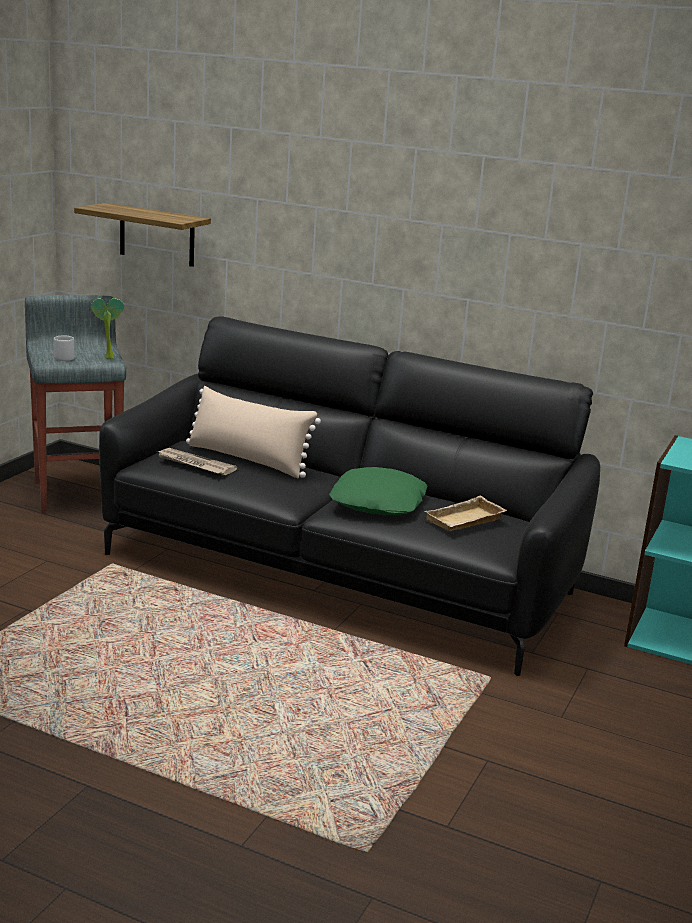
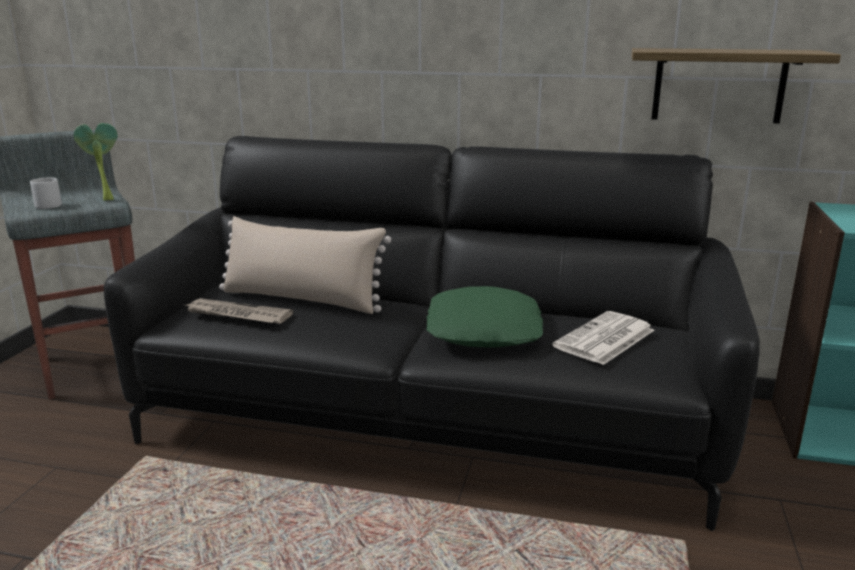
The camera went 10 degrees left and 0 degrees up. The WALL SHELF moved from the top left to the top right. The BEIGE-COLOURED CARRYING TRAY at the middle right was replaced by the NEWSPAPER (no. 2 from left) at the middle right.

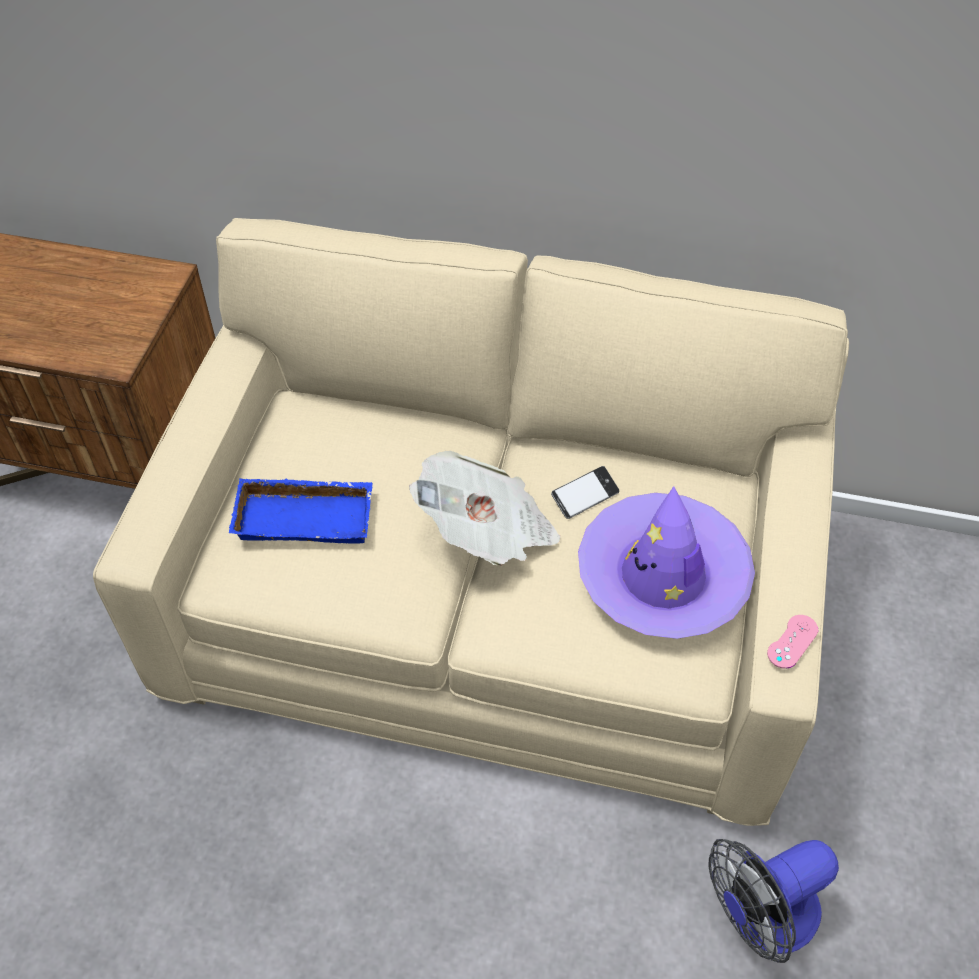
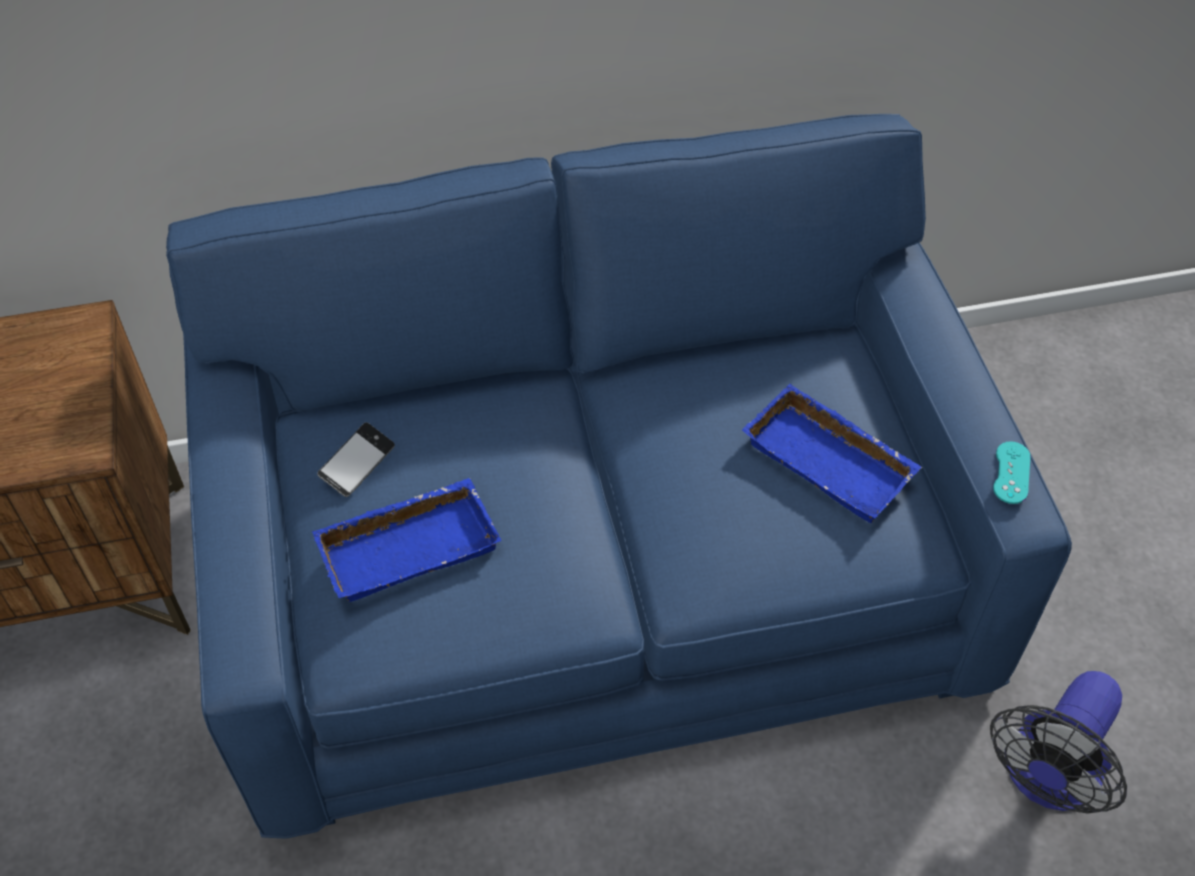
The camera went 25 degrees left and 0 degrees up. The BEIGE-COLOURED SOFA at the centre became the BLUISH SOFA at the centre. The NEWSPAPER at the centre disappeared. The TELEPHONE moved from the centre to the middle left. The PURPLE CLOTHING HAT at the middle right was replaced by the BLUISH CARRYING TRAY (no. 2 from left) at the middle right. The PINKISH JOYPAD at the middle right became the TURQUOISE JOYPAD at the middle right.

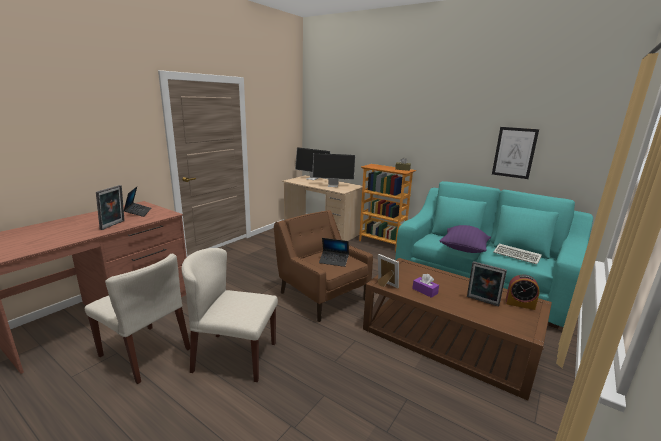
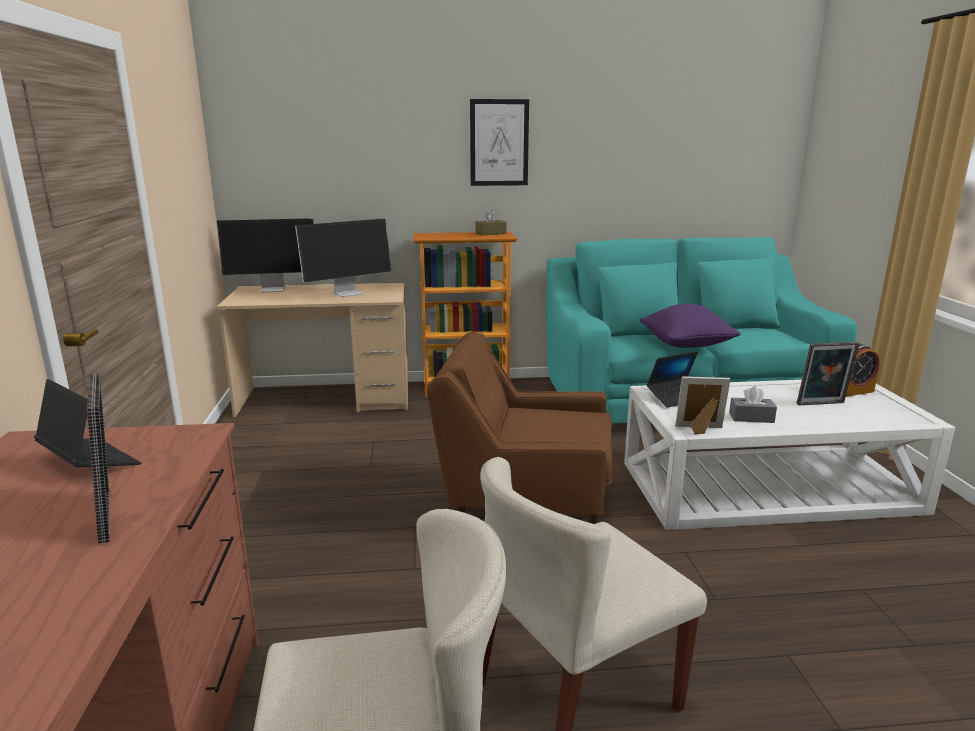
The camera went 40 degrees left and 0 degrees up. The NOTEBOOK COMPUTER (no. 2 from left) moved from the centre to the middle right. The BROWN COFFEE TABLE at the bottom right became the WHITISH COFFEE TABLE at the middle right. The PURPLE TISSUE HOLDER at the centre became the GREYISH TISSUE HOLDER at the middle right. The WALL ART moved from the middle right to the top centre. The KEYBOARD at the middle right disappeared.

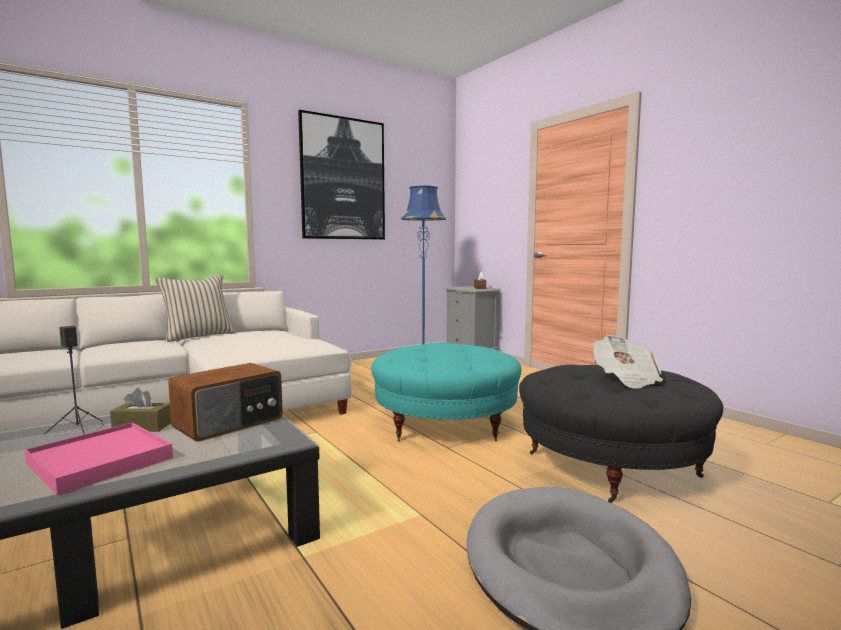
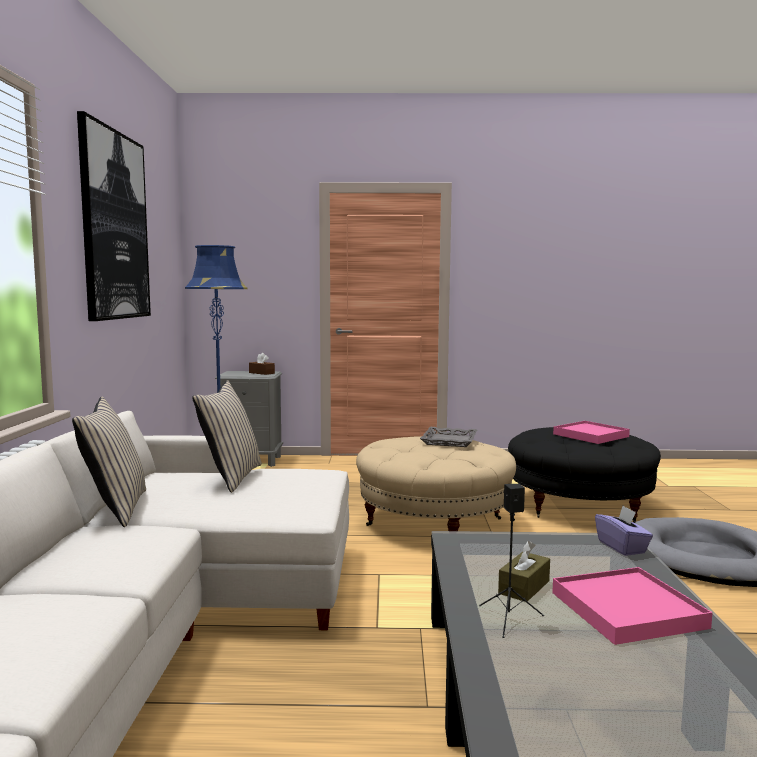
The camera went 55 degrees left and 0 degrees up. The RADIO at the middle left disappeared. The TURQUOISE OTTOMAN at the centre became the BEIGE-COLOURED OTTOMAN at the centre. The NEWSPAPER at the middle right was replaced by the PINKISH CARRYING TRAY (no. 1 from left) at the middle right. The BEIGE-COLOURED PILLOW (no. 2 from left) at the middle left appeared. The GREYISH CARRYING TRAY at the centre appeared. The PURPLE TISSUE HOLDER at the bottom right appeared.

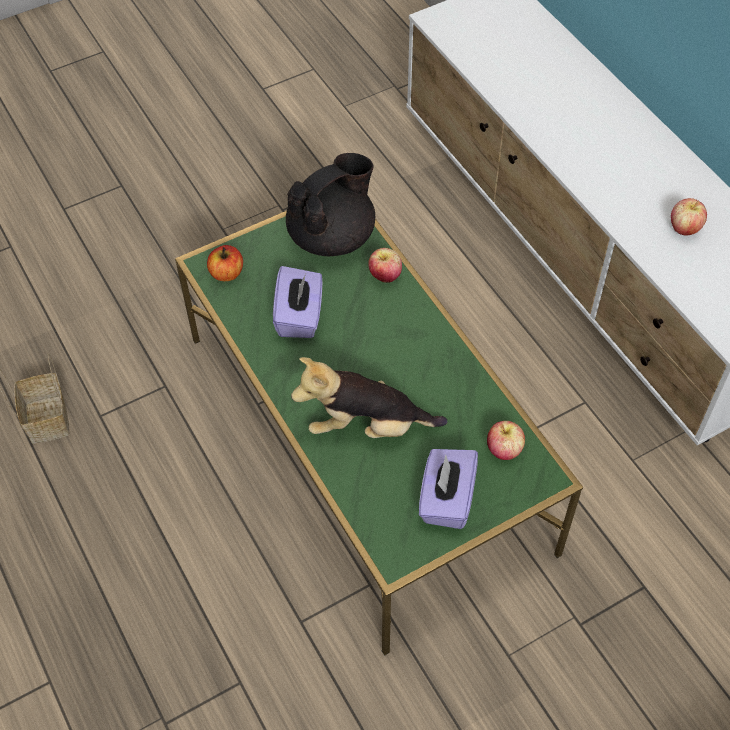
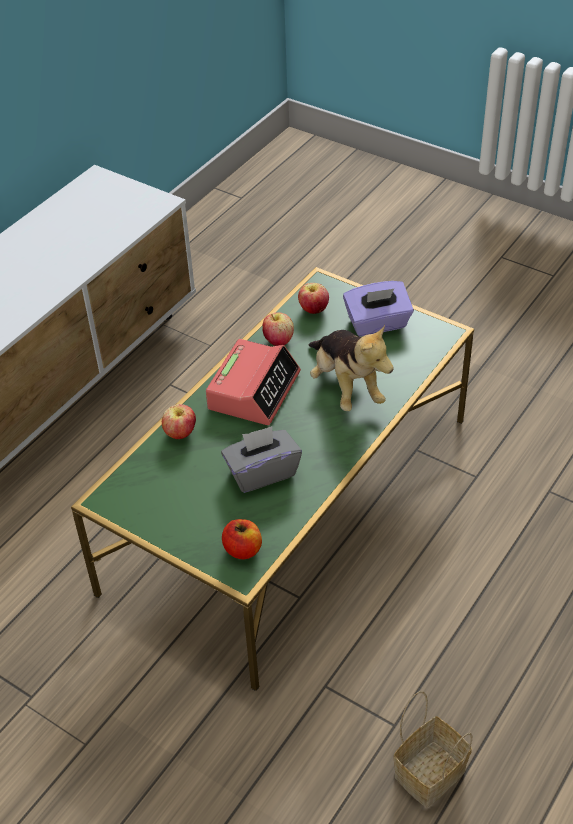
The camera went 115 degrees left and 10 degrees down. The PURPLE TISSUE HOLDER (no. 1 from left) at the centre became the GREYISH TISSUE HOLDER at the centre. The BLACKISH TEA POT at the top centre disappeared. The WHOLE APPLE (no. 4 from left in the first image) moved from the top right to the centre. The ALARM CLOCK at the centre appeared.

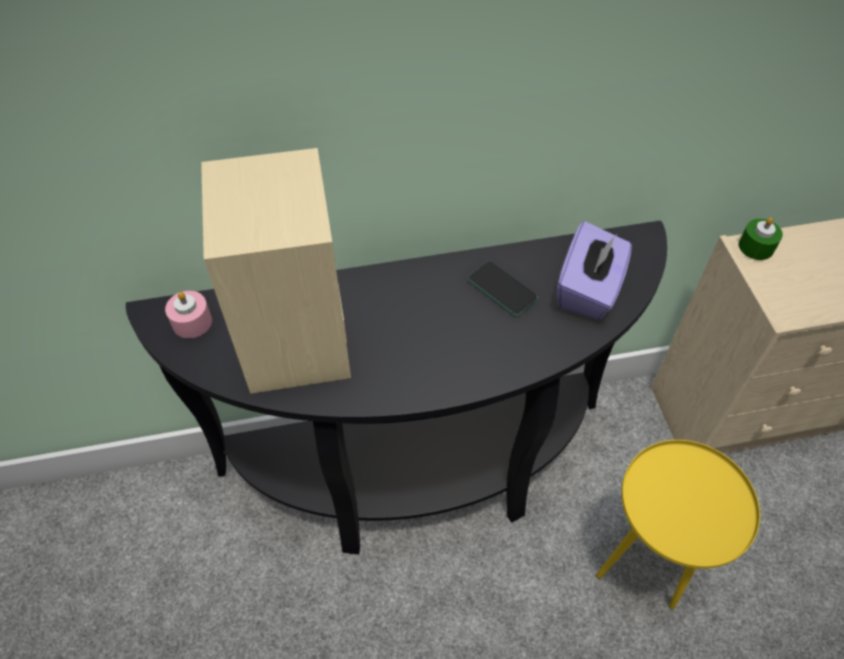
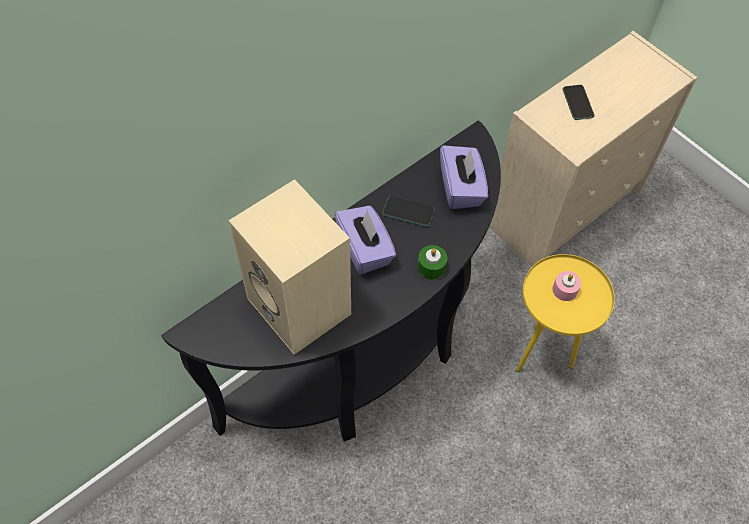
The camera went 30 degrees left and 5 degrees up. The PINKISH CANDLE moved from the middle left to the middle right. The GREENISH CANDLE moved from the middle right to the centre. The PURPLE TISSUE HOLDER (no. 1 from left) at the centre appeared. The TELEPHONE (no. 2 from left) at the top right appeared.

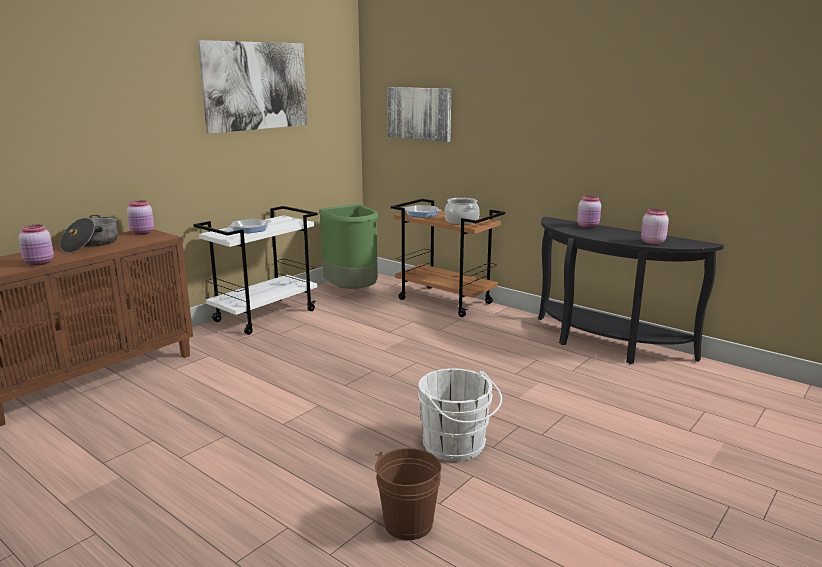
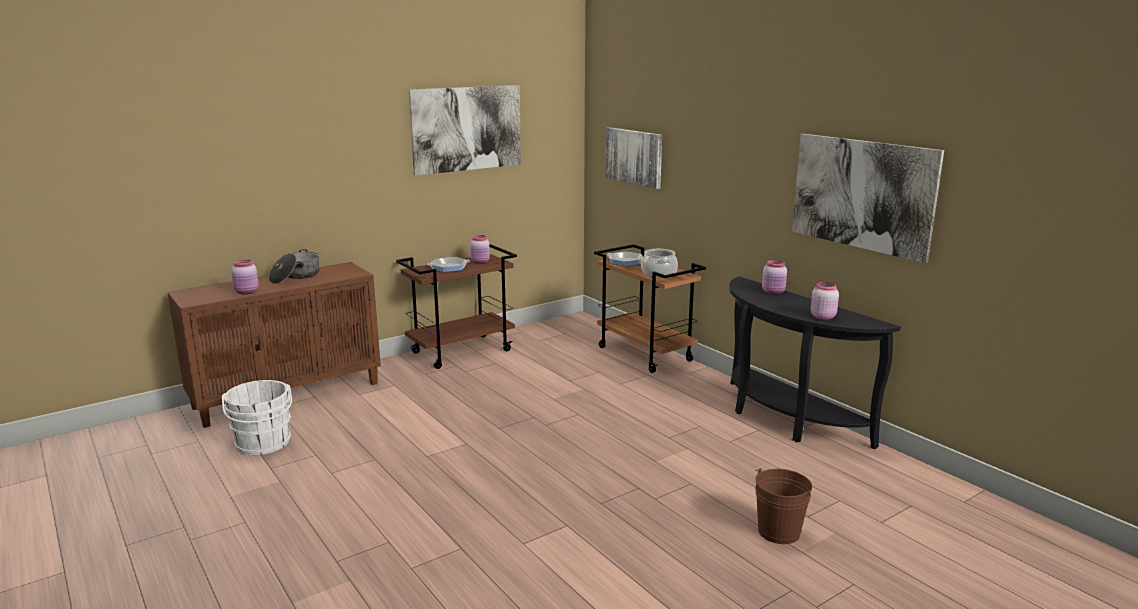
The camera went 15 degrees right and 0 degrees up. The PINKISH JAR (no. 2 from left) moved from the middle left to the centre. The WHITISH CART at the middle left became the BROWN CART (no. 1 from left) at the centre. The GREENISH RUBBISH BIN at the centre disappeared. The BROWN BUCKET moved from the bottom centre to the bottom right. The WHITISH BUCKET moved from the bottom centre to the bottom left. The WALL ART (no. 3 from left) at the top right appeared.

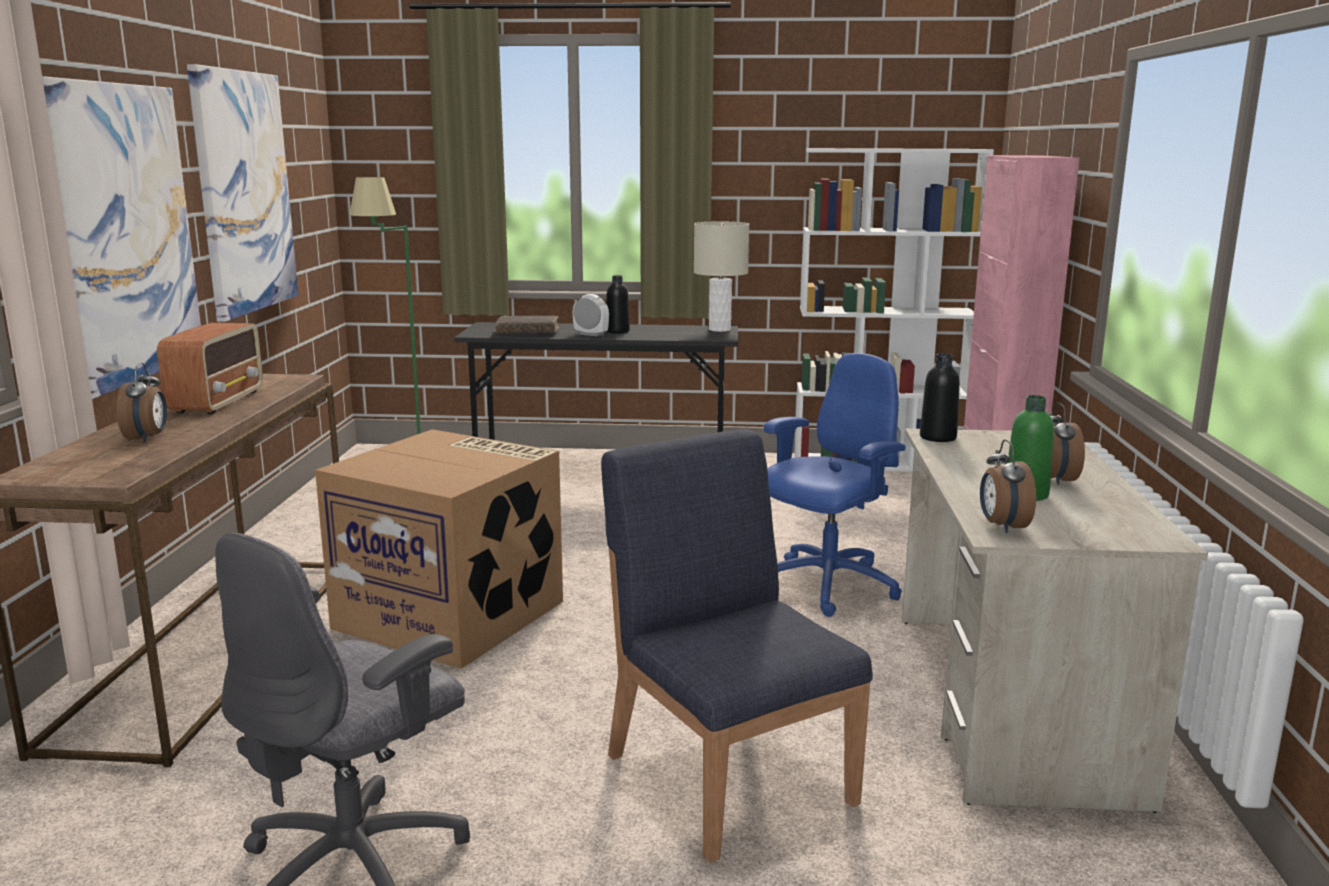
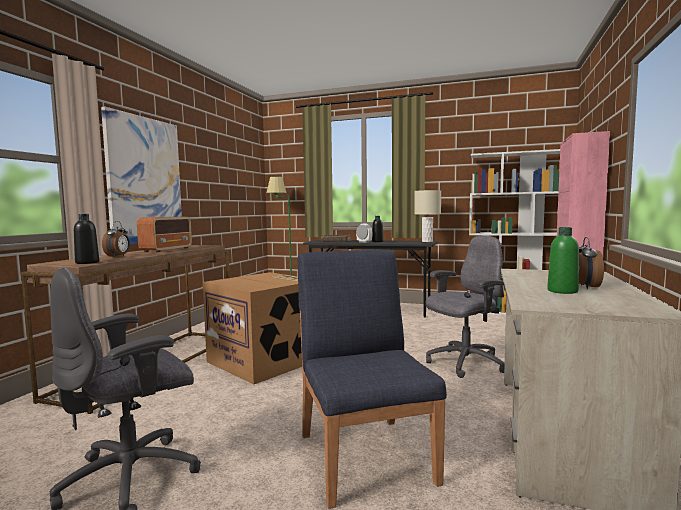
The camera went 15 degrees right and 10 degrees down. The WALL ART (no. 2 from left) at the top left disappeared. The BLUISH DESK CHAIR at the centre became the GREYISH DESK CHAIR (no. 2 from left) at the middle right. The BLACKISH BEVERAGE BOTTLE (no. 2 from left in the first image) moved from the middle right to the middle left. The ALARM CLOCK (no. 3 from left) at the middle right disappeared.

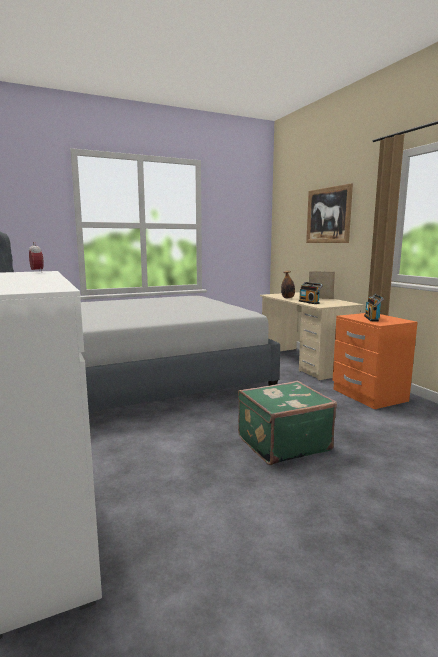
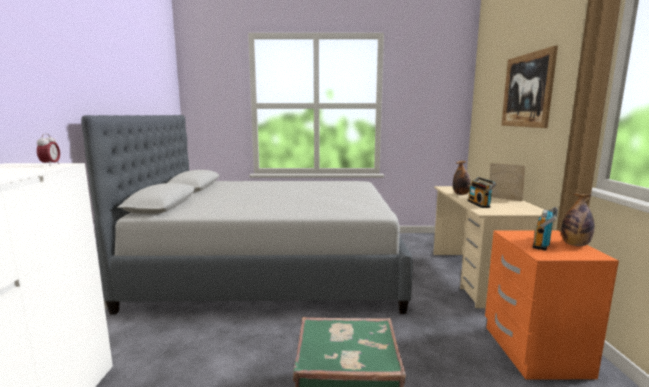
The camera went 25 degrees right and 0 degrees up. The BEVERAGE BOTTLE (no. 2 from left) at the middle right appeared.

